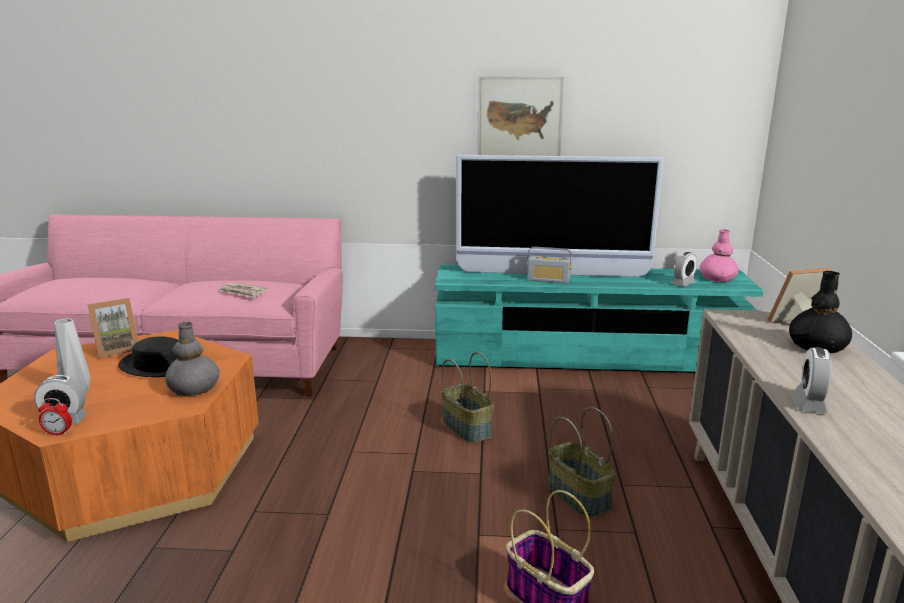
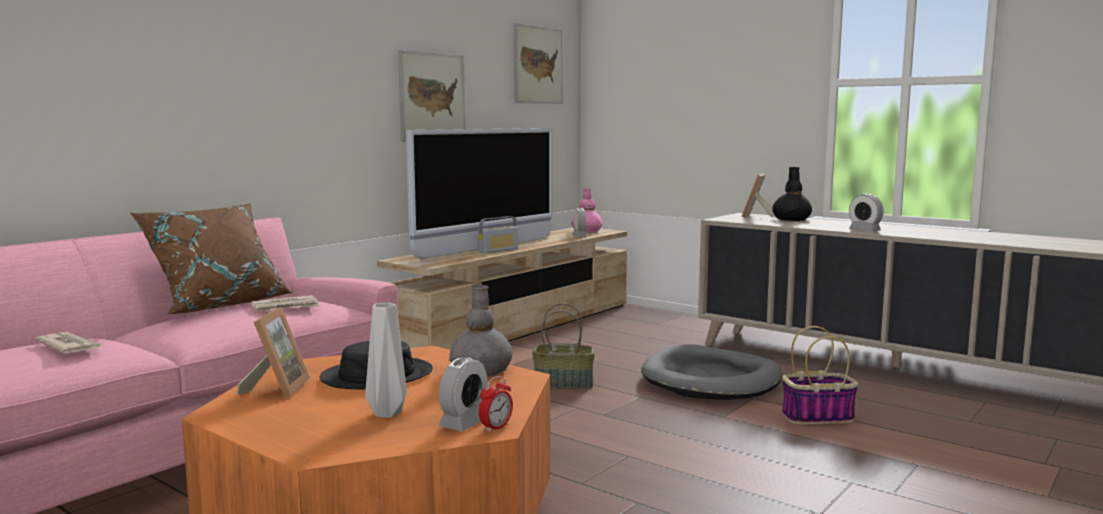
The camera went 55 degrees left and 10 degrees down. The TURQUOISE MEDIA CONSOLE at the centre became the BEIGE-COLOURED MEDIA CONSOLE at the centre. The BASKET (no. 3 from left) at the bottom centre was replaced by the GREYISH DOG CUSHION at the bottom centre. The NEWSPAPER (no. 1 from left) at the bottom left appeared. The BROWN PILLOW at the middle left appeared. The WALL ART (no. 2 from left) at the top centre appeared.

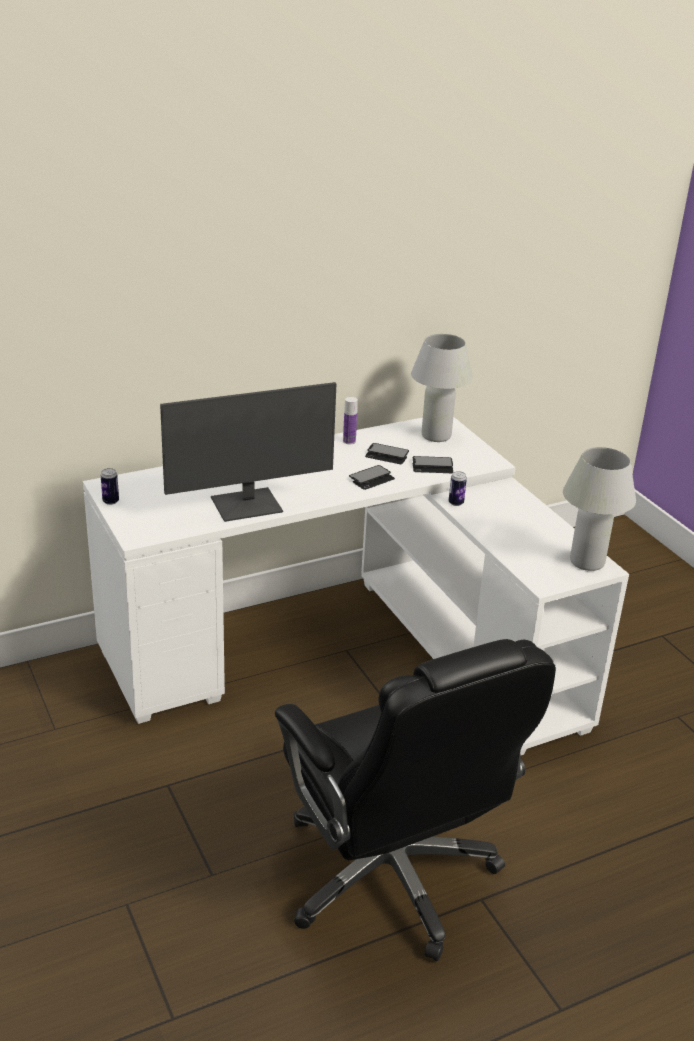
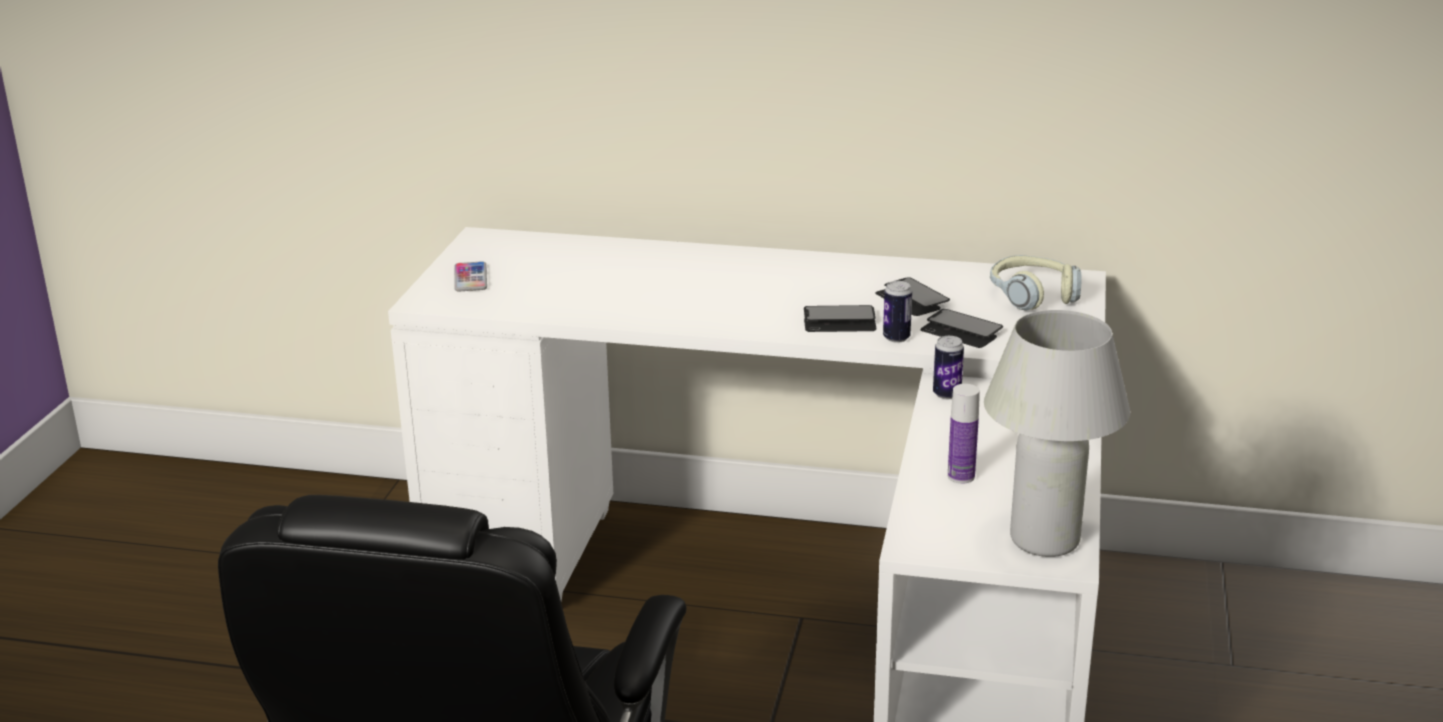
The camera went 40 degrees right and 5 degrees down. The METAL CAN (no. 1 from left) moved from the middle left to the centre. The MONITOR at the centre disappeared. The BEVERAGE BOTTLE moved from the centre to the middle right. The WHITISH TABLETOP LAMP (no. 1 from left) at the centre was replaced by the PAIR OF HEADPHONES at the middle right. The TELEPHONE (no. 1 from left) at the middle left appeared.

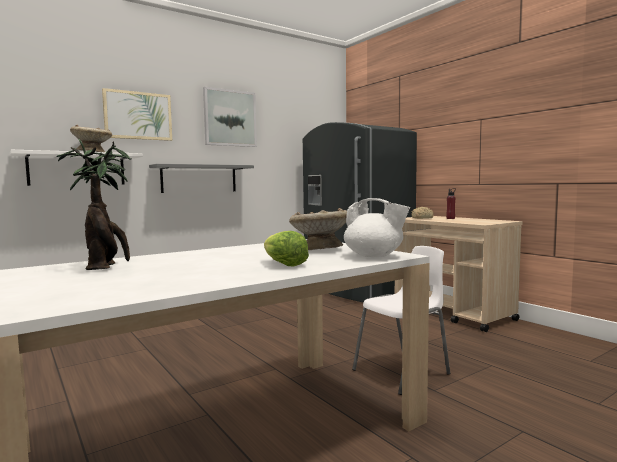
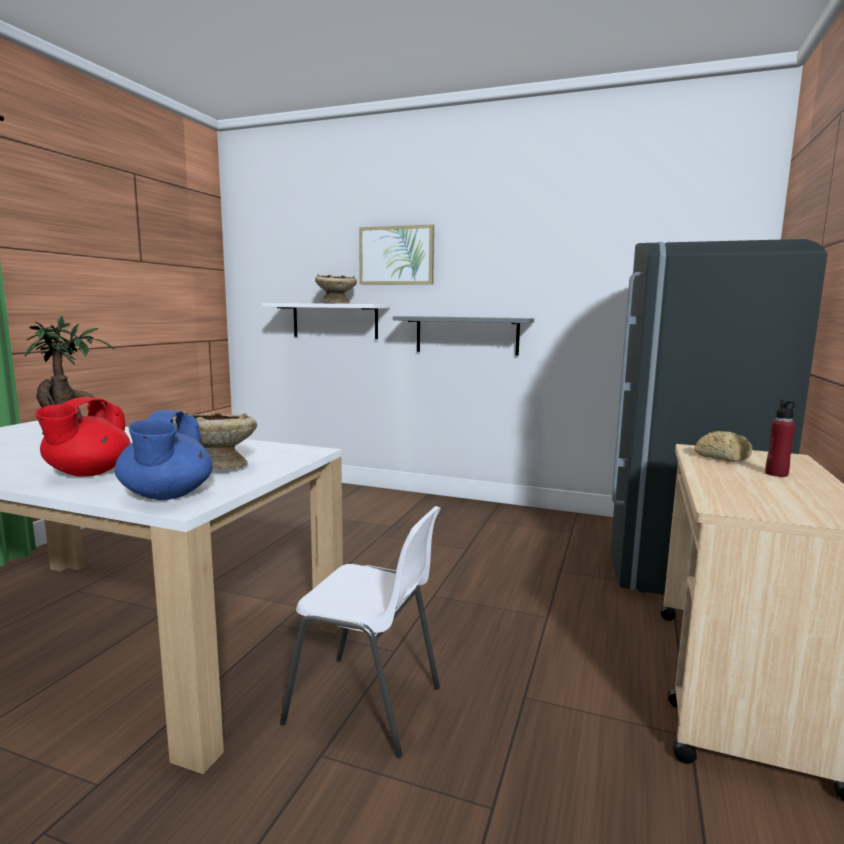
The camera went 55 degrees right and 5 degrees up. The WALL ART (no. 2 from left) at the top centre disappeared. The LETTUCE at the centre was replaced by the REDDISH TEA POT at the middle left. The WHITISH TEA POT at the centre became the BLUISH TEA POT at the middle left.

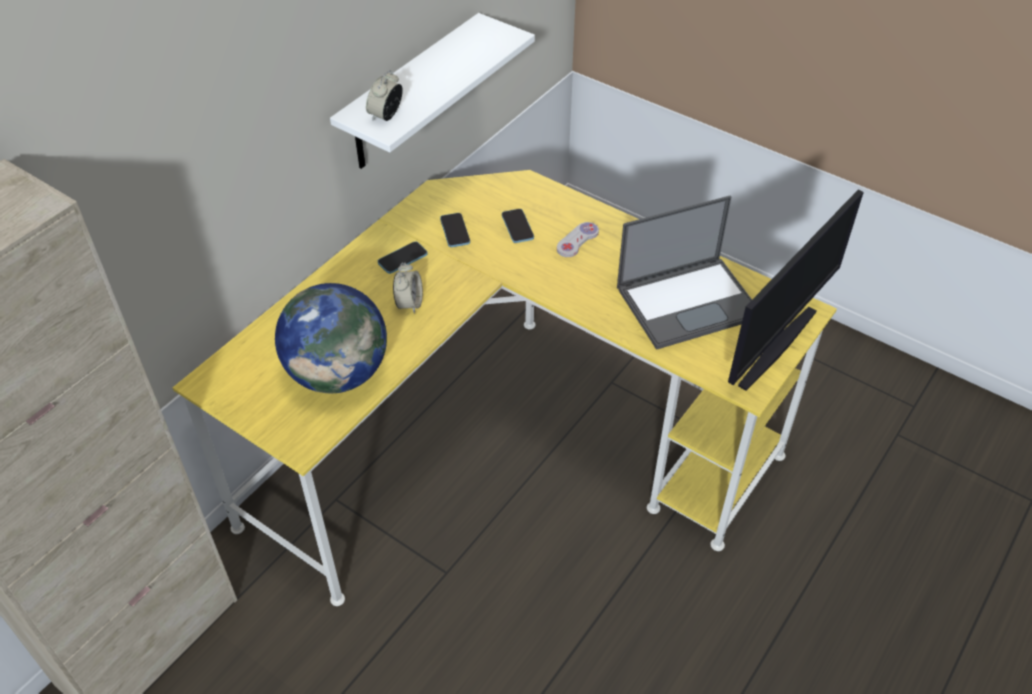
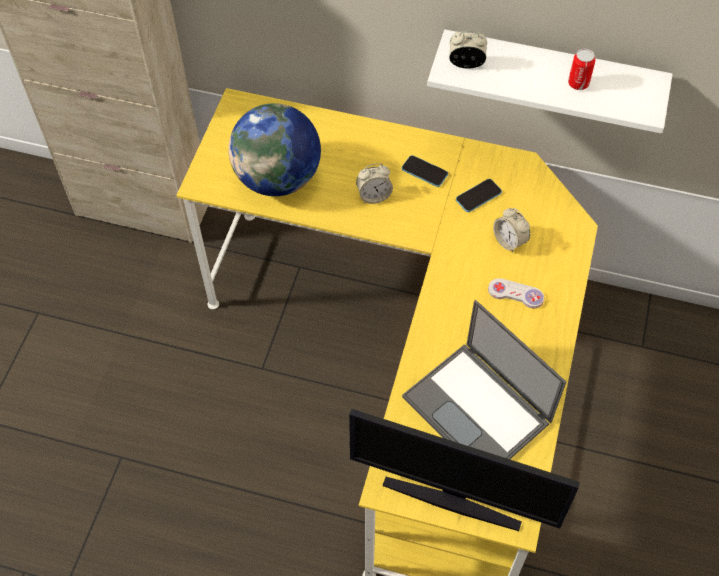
The camera went 70 degrees right and 10 degrees up. The TELEPHONE (no. 3 from left) at the top centre was replaced by the ALARM CLOCK (no. 3 from left) at the middle right. The METAL CAN at the top right appeared.

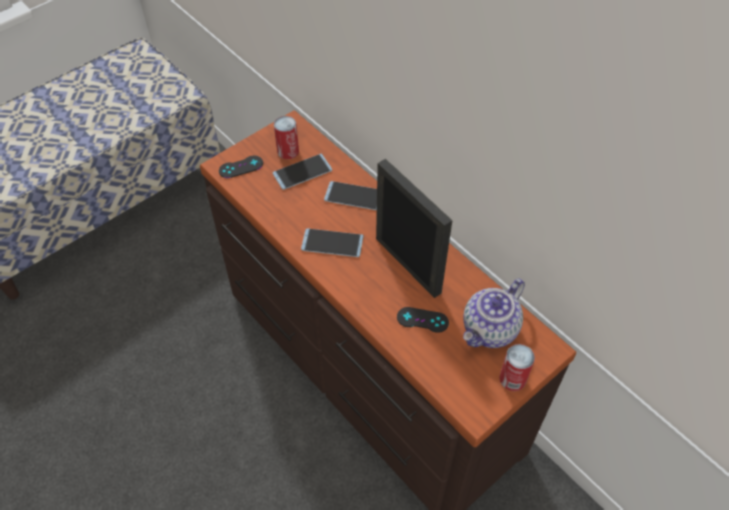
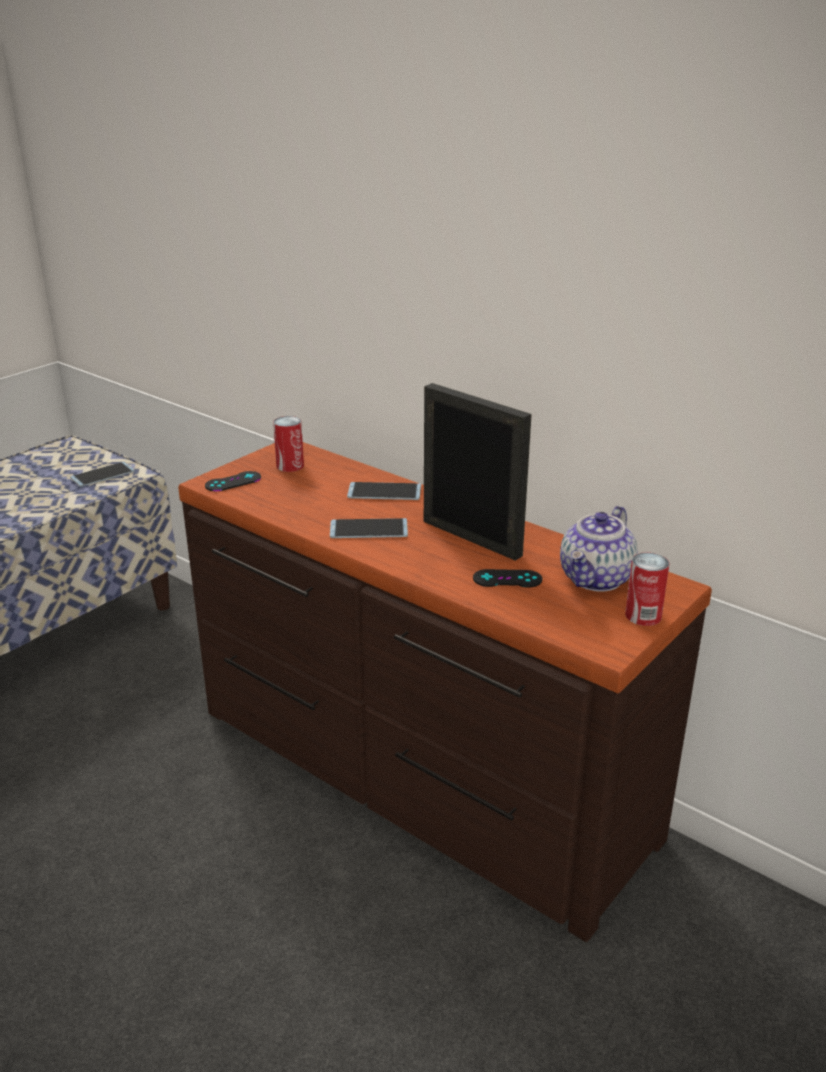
The camera went 10 degrees left and 25 degrees down. The TELEPHONE (no. 1 from left) moved from the centre to the middle left.

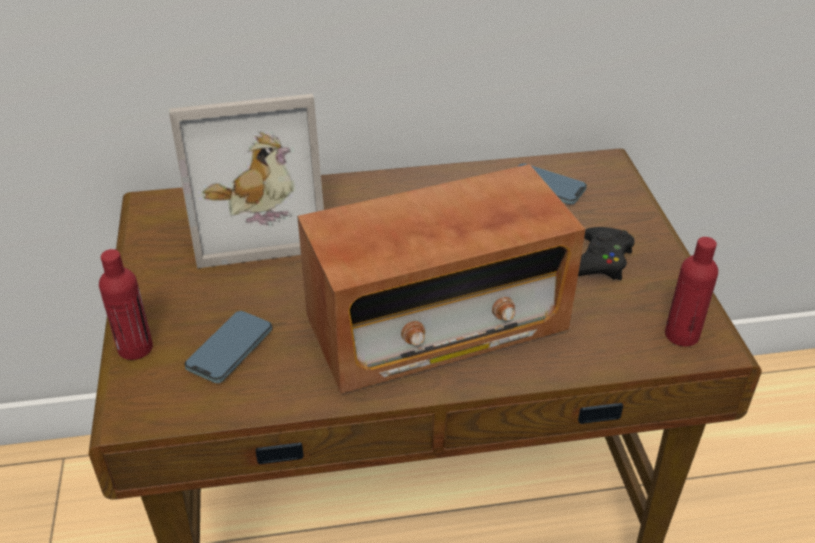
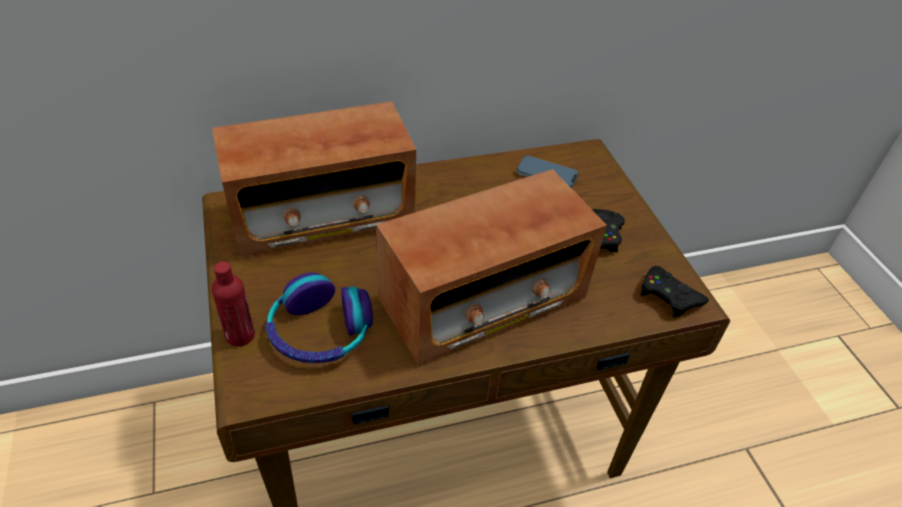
The camera went 10 degrees left and 5 degrees up. The PICTURE FRAME at the middle left was replaced by the RADIO (no. 1 from left) at the centre. The TELEPHONE (no. 1 from left) at the middle left was replaced by the PAIR OF HEADPHONES at the centre. The REDDISH BEVERAGE BOTTLE (no. 2 from left) at the middle right was replaced by the BLACKISH JOYPAD (no. 2 from left) at the middle right.

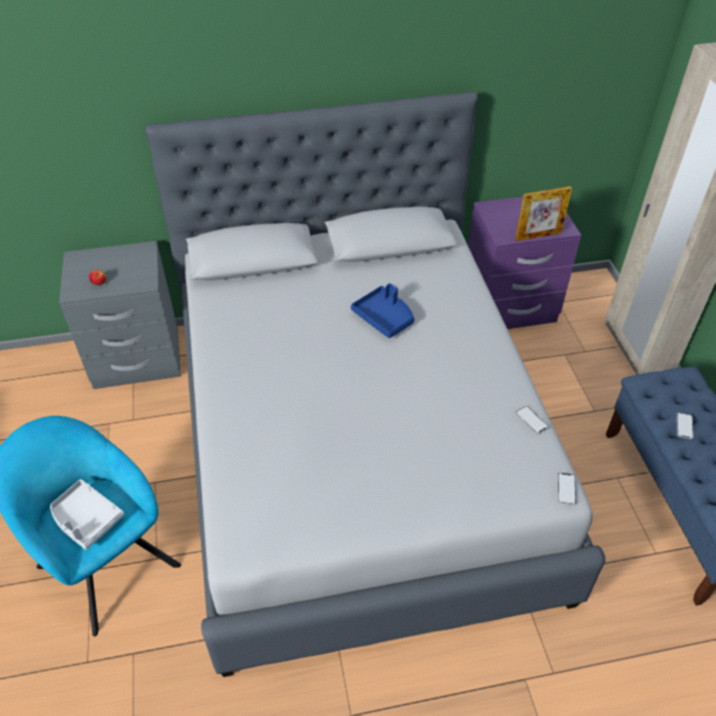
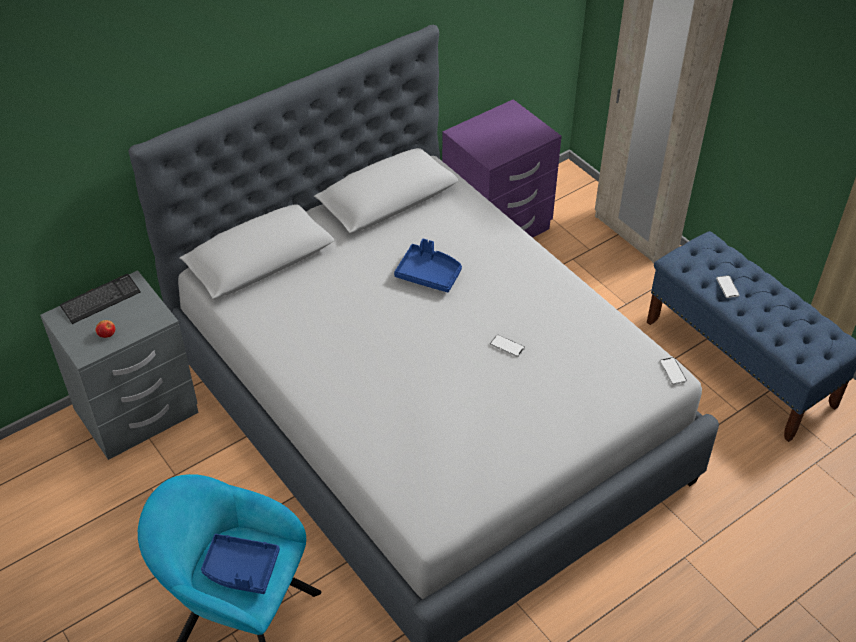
The camera went 25 degrees left and 0 degrees up. The WHITISH CARRYING TRAY at the bottom left became the BLUISH CARRYING TRAY (no. 1 from left) at the bottom left. The PICTURE FRAME at the top right disappeared. The TELEPHONE (no. 1 from left) moved from the middle right to the centre. The KEYBOARD at the middle left appeared.

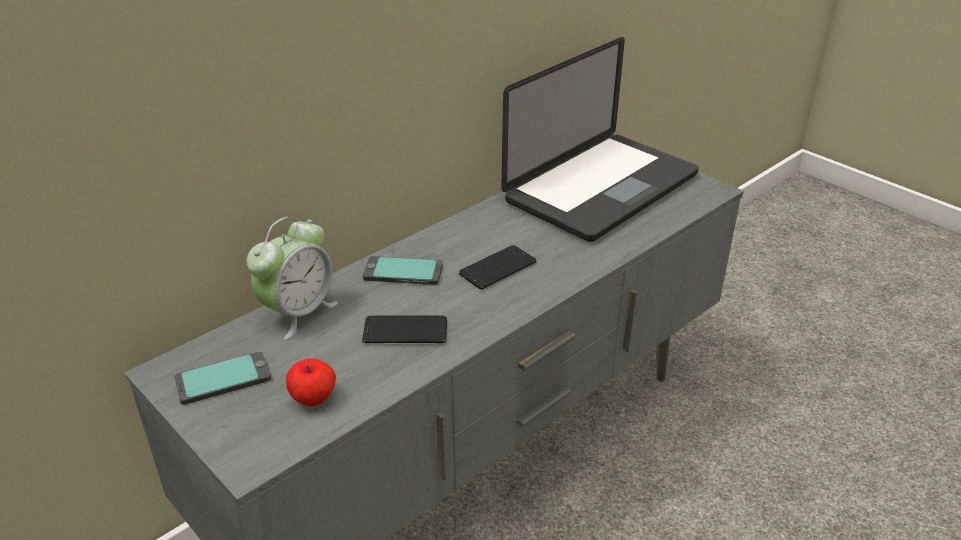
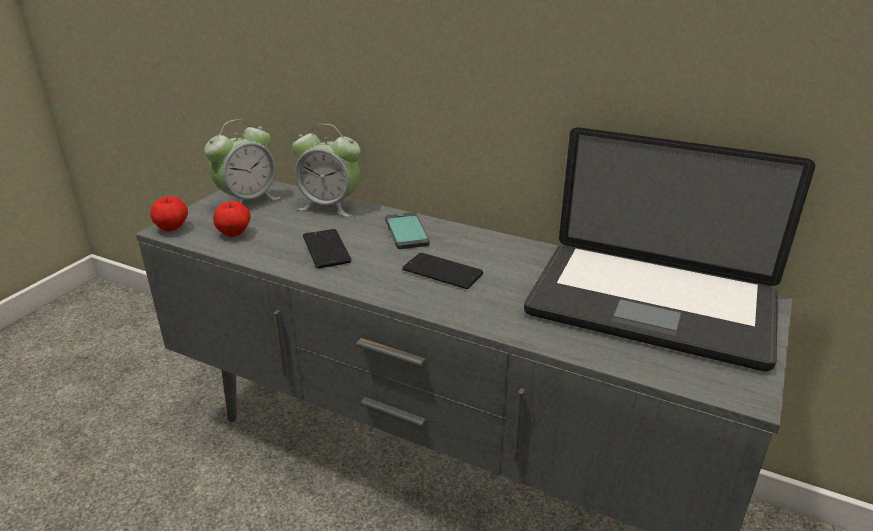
The camera went 70 degrees right and 5 degrees down. The TELEPHONE (no. 1 from left) at the bottom left was replaced by the ALARM CLOCK (no. 1 from left) at the top left. The WHOLE APPLE (no. 1 from left) at the middle left appeared.

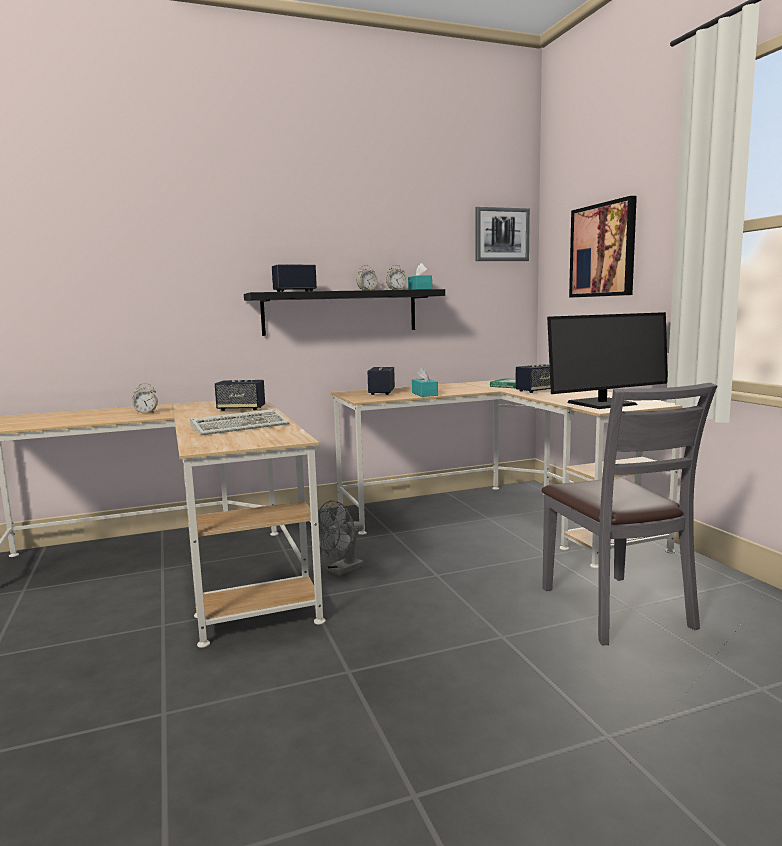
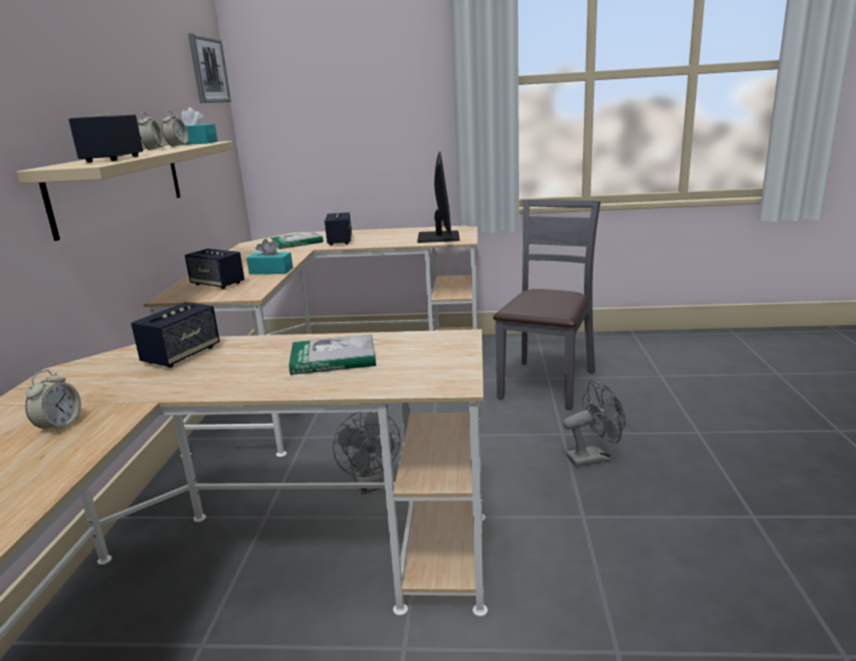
The camera went 65 degrees left and 10 degrees up. The KEYBOARD at the middle left was replaced by the BOOK (no. 2 from left) at the centre. The BLACKISH WALL SHELF at the centre became the BEIGE-COLOURED WALL SHELF at the top left. The GREYISH PLAIN CHAIR at the middle right turned 75 degrees counterclockwise. The WALL ART (no. 2 from left) at the top right disappeared. The GREYISH ELECTRIC FAN (no. 2 from left) at the middle right appeared.

